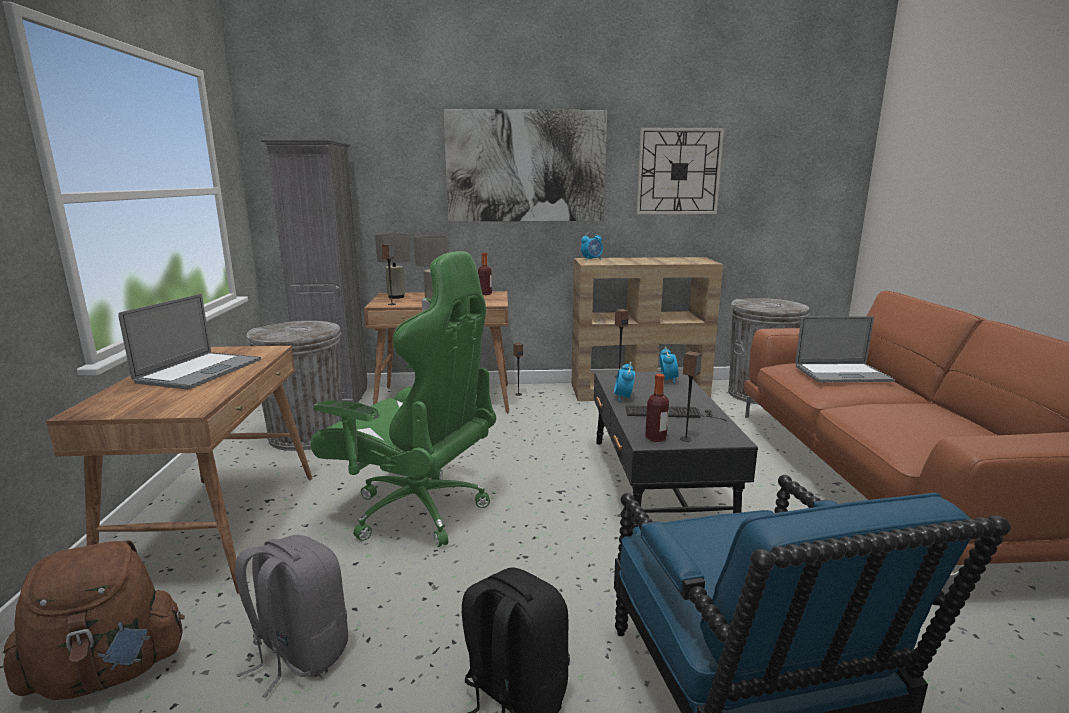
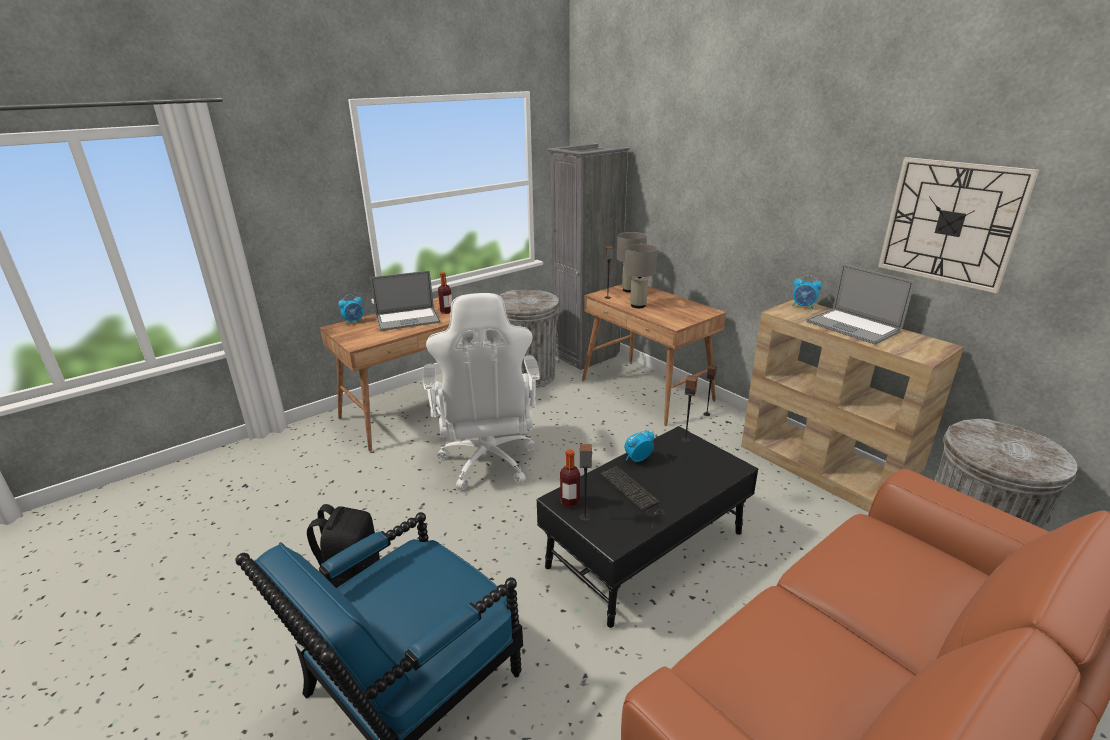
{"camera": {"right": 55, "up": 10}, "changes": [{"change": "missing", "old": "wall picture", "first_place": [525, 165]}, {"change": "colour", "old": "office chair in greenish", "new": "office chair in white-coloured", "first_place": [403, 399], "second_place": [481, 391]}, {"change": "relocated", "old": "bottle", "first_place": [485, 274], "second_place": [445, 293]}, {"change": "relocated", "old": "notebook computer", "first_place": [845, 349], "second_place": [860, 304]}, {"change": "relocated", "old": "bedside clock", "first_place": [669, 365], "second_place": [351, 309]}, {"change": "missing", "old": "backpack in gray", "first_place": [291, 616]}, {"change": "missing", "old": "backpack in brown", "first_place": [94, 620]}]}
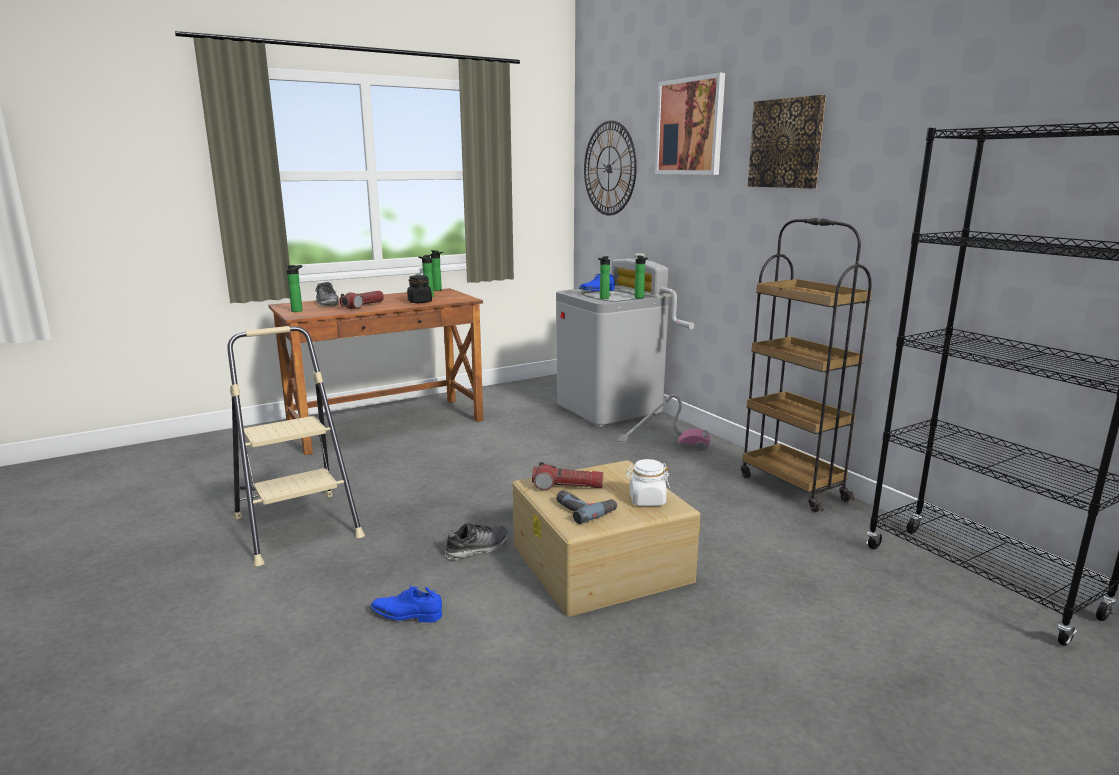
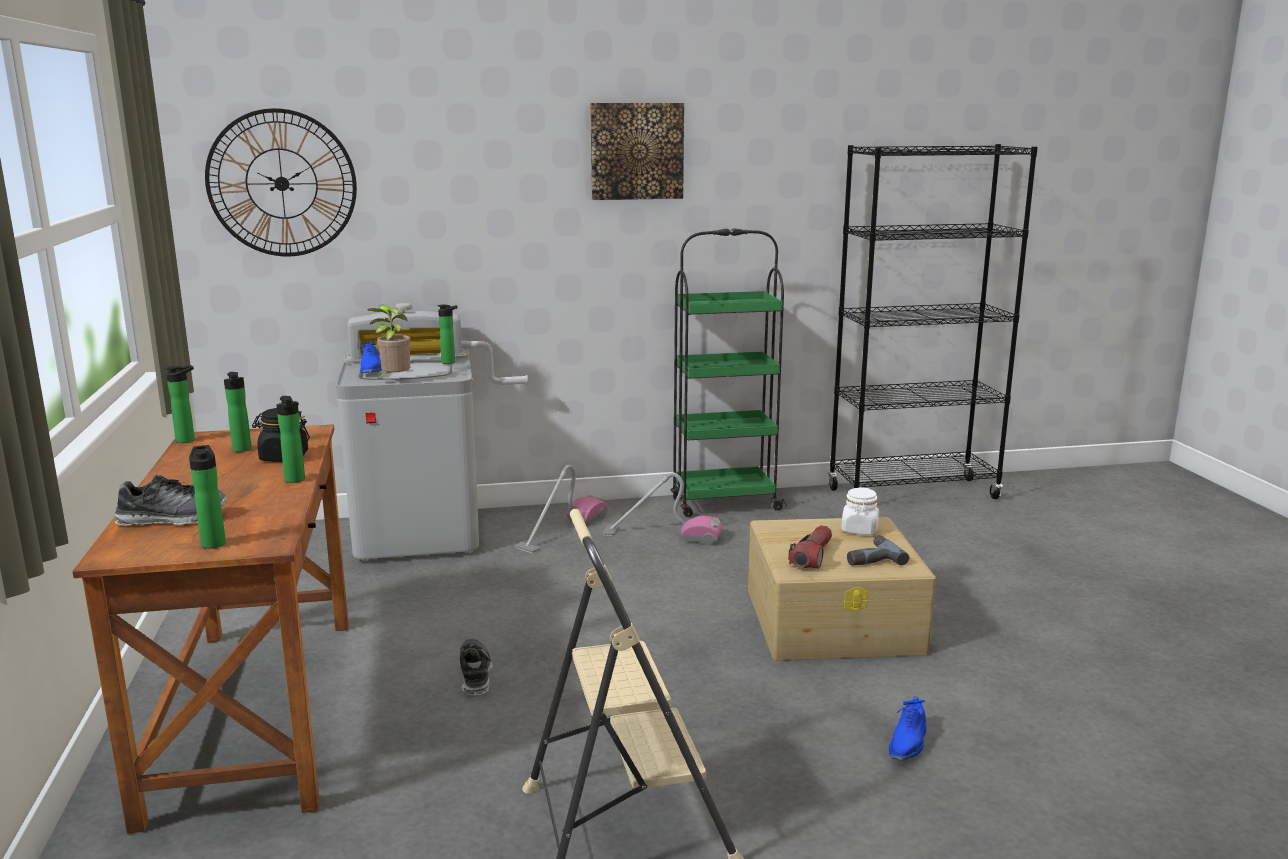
{"camera": {"right": -70, "up": 0}, "changes": [{"change": "missing", "old": "wall picture", "first_place": [690, 124]}, {"change": "colour", "old": "cart in brown", "new": "cart in greenish", "first_place": [806, 365], "second_place": [729, 373]}, {"change": "relocated", "old": "bottle", "first_place": [604, 277], "second_place": [290, 439]}, {"change": "missing", "old": "torch", "first_place": [362, 300]}, {"change": "relocated", "old": "low shoe", "first_place": [476, 541], "second_place": [476, 666]}, {"change": "appeared", "new": "potted plant", "second_place": [389, 342]}, {"change": "appeared", "new": "vacuum", "second_place": [662, 508]}]}
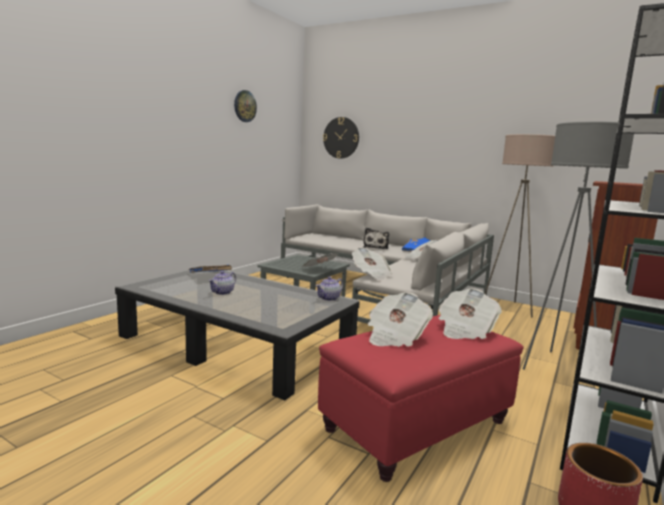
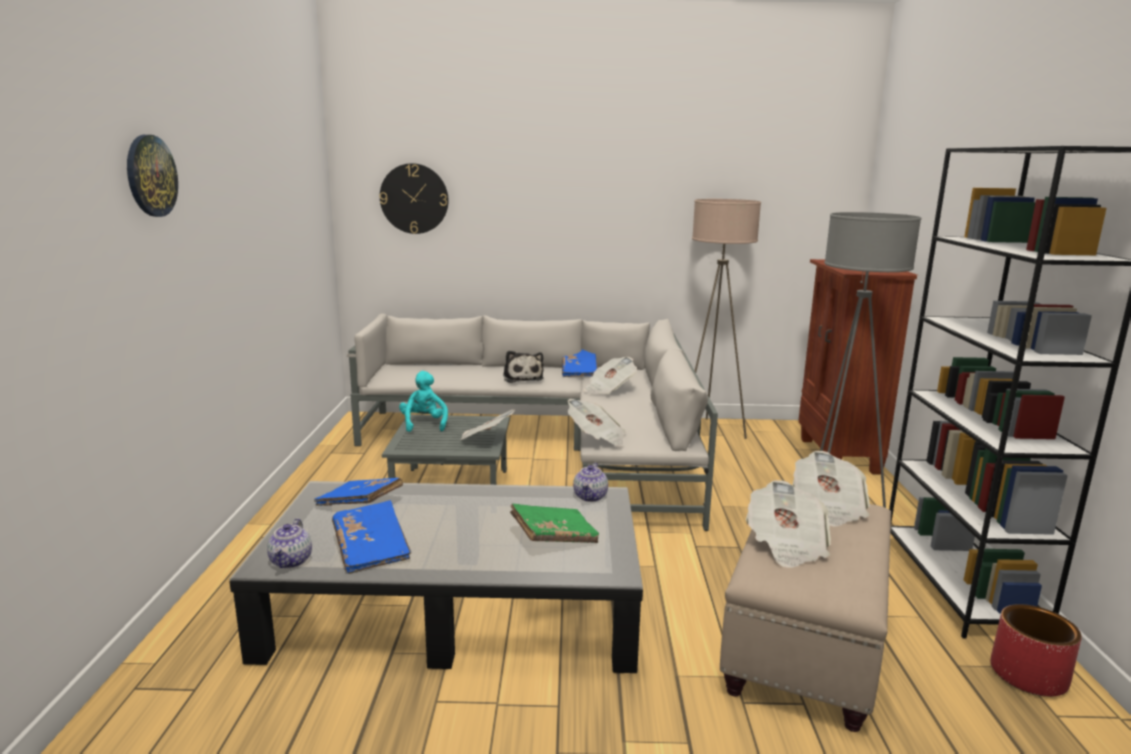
{"camera": {"right": -30, "up": 5}, "changes": [{"change": "relocated", "old": "hanging clock", "first_place": [245, 106], "second_place": [152, 176]}, {"change": "relocated", "old": "pot for tea", "first_place": [222, 283], "second_place": [289, 543]}, {"change": "colour", "old": "footrest in reddish", "new": "footrest in beige", "first_place": [421, 398], "second_place": [805, 618]}, {"change": "appeared", "new": "soft toy in blue-green", "second_place": [423, 401]}, {"change": "appeared", "new": "bound book in blue-coloured", "second_place": [371, 537]}, {"change": "appeared", "new": "bound book in greenish", "second_place": [554, 523]}]}
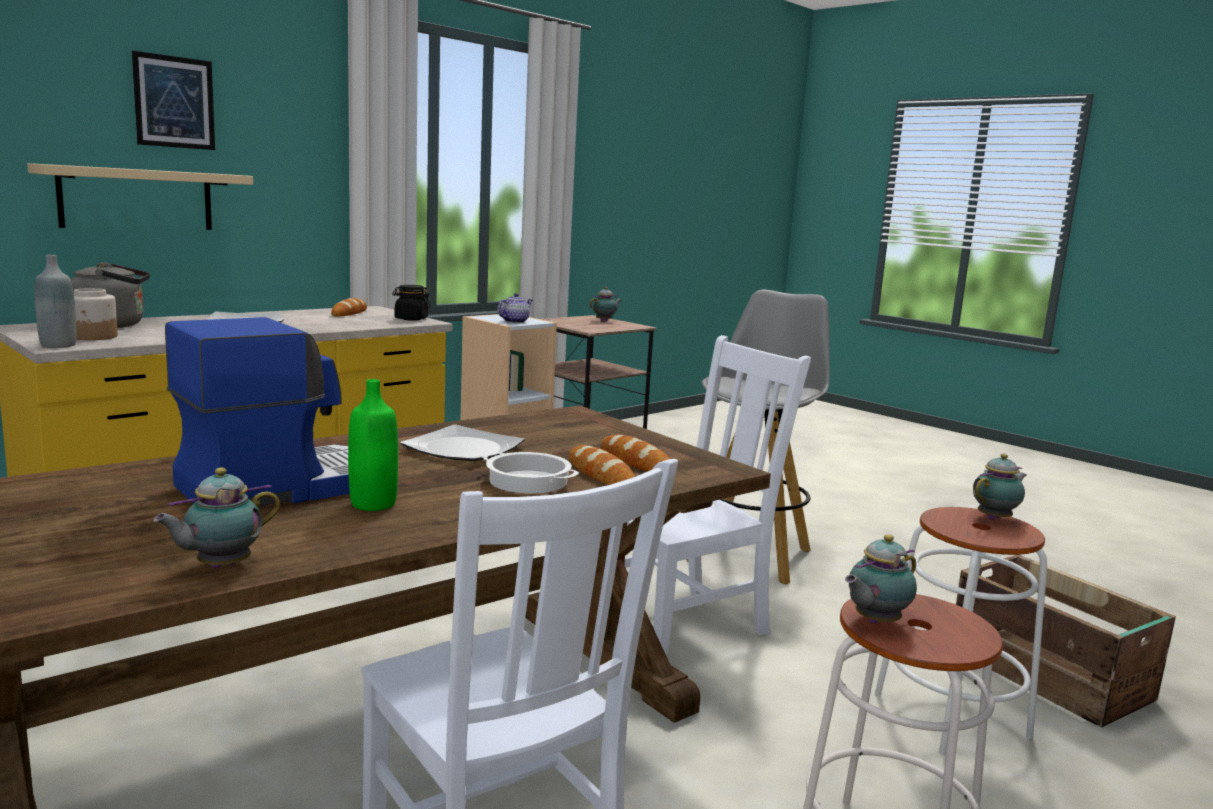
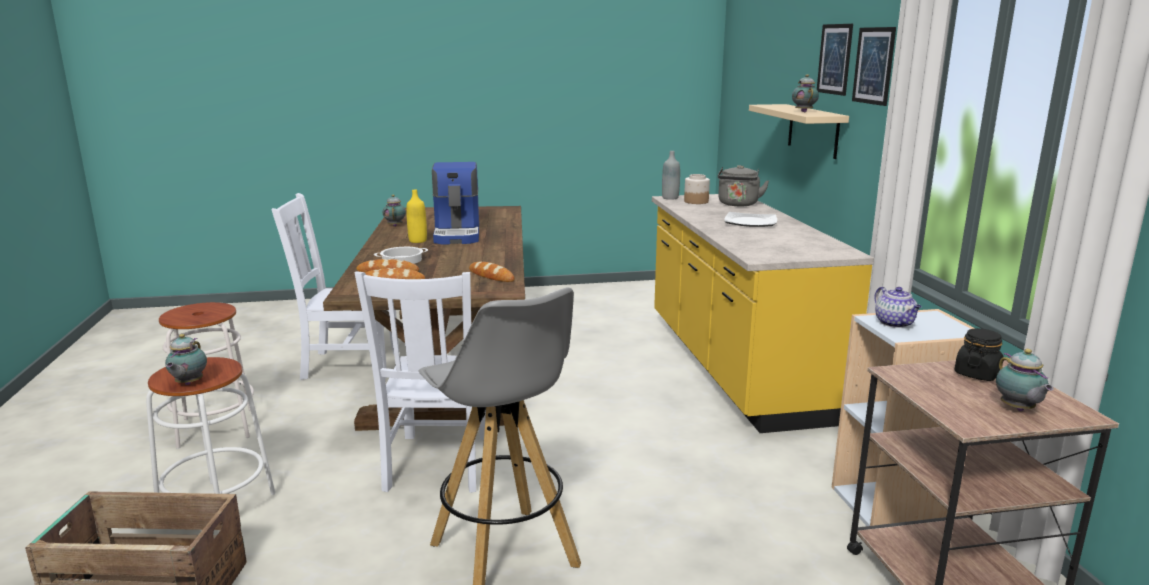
{"camera": {"right": 125, "up": 5}, "changes": [{"change": "relocated", "old": "jar in blackish", "first_place": [411, 303], "second_place": [978, 354]}, {"change": "relocated", "old": "baked bread", "first_place": [349, 307], "second_place": [492, 271]}, {"change": "colour", "old": "bottle in greenish", "new": "bottle in yellow-coloured", "first_place": [373, 445], "second_place": [416, 216]}, {"change": "missing", "old": "dinner plate", "first_place": [462, 443]}, {"change": "relocated", "old": "pot for tea", "first_place": [881, 578], "second_place": [805, 93]}, {"change": "appeared", "new": "wall picture", "second_place": [874, 66]}]}
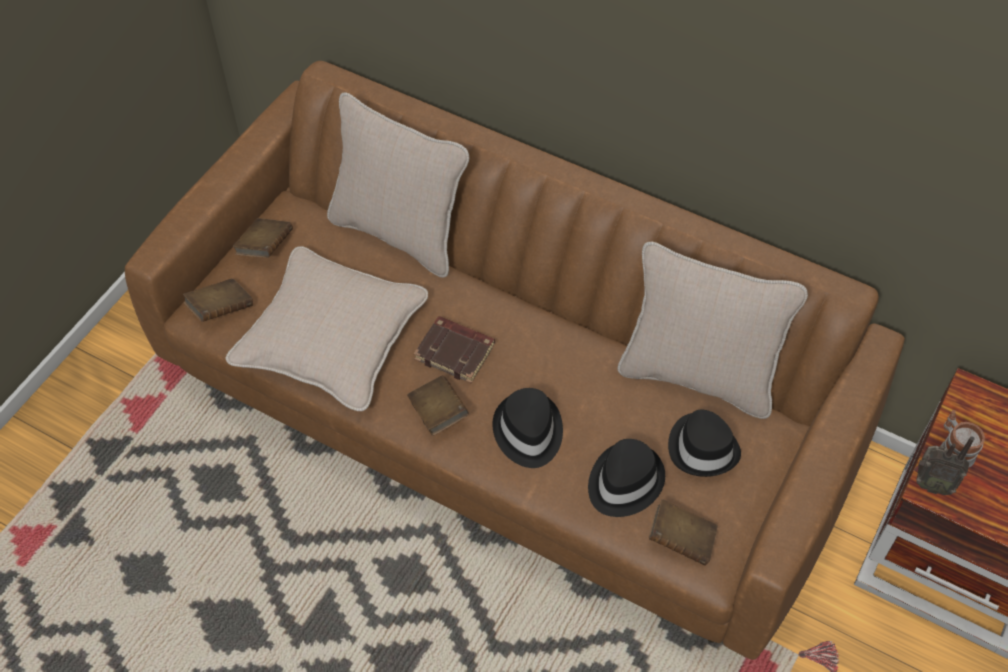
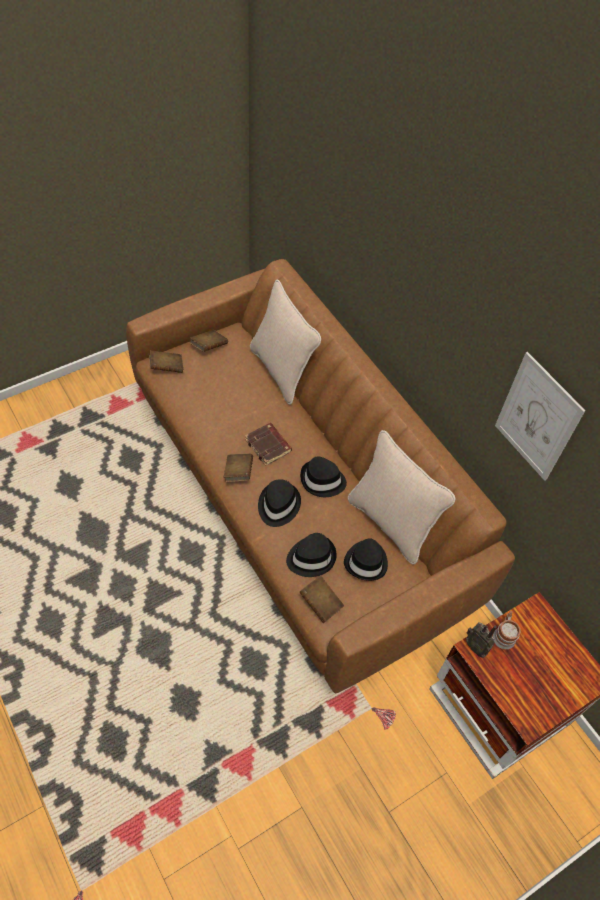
{"camera": {"right": 25, "up": 0}, "changes": [{"change": "missing", "old": "cushion in beige", "first_place": [326, 328]}, {"change": "appeared", "new": "wall picture", "second_place": [540, 416]}, {"change": "appeared", "new": "hat in blackish", "second_place": [323, 477]}]}
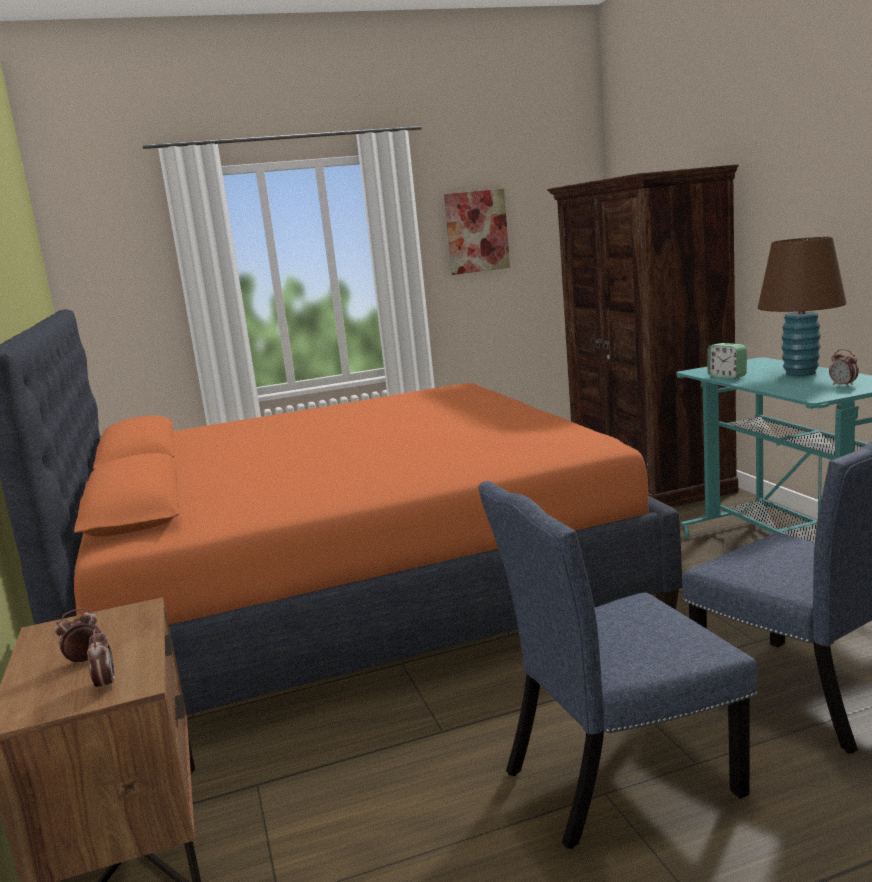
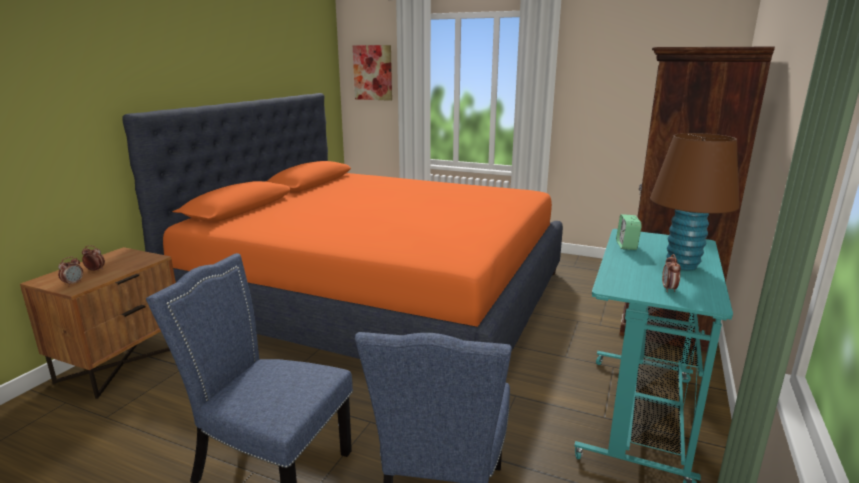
{"camera": {"right": 40, "up": 5}, "changes": [{"change": "relocated", "old": "wall picture", "first_place": [477, 232], "second_place": [372, 73]}]}
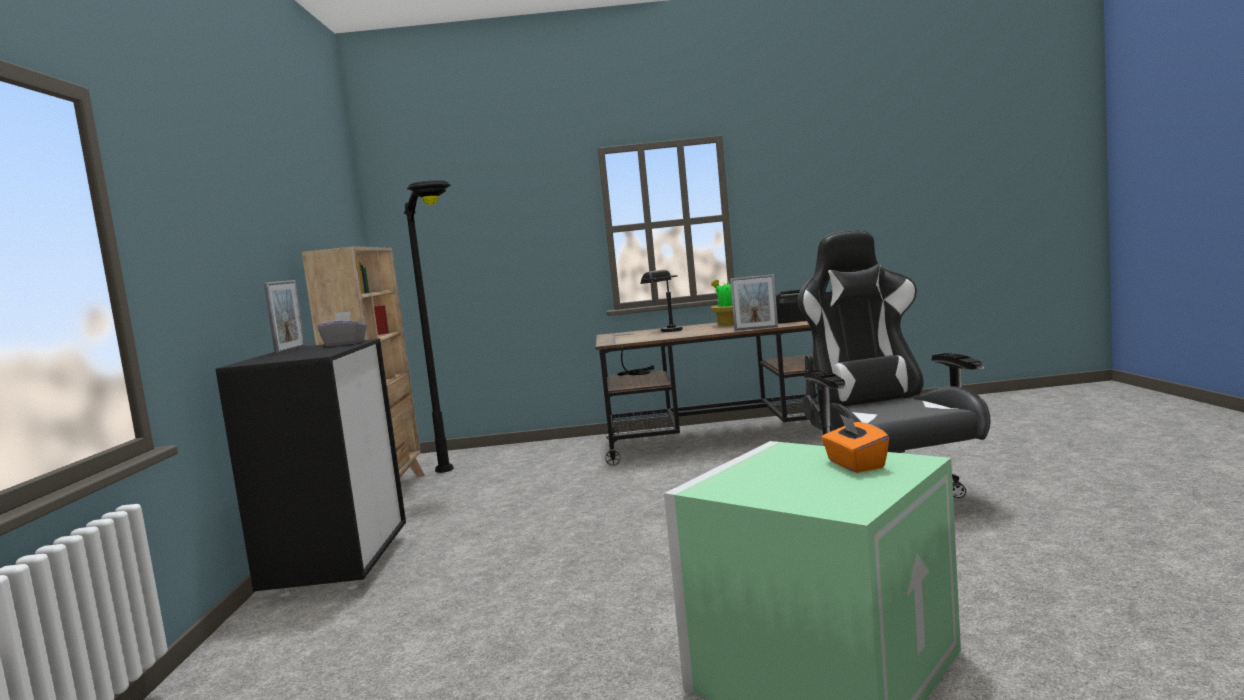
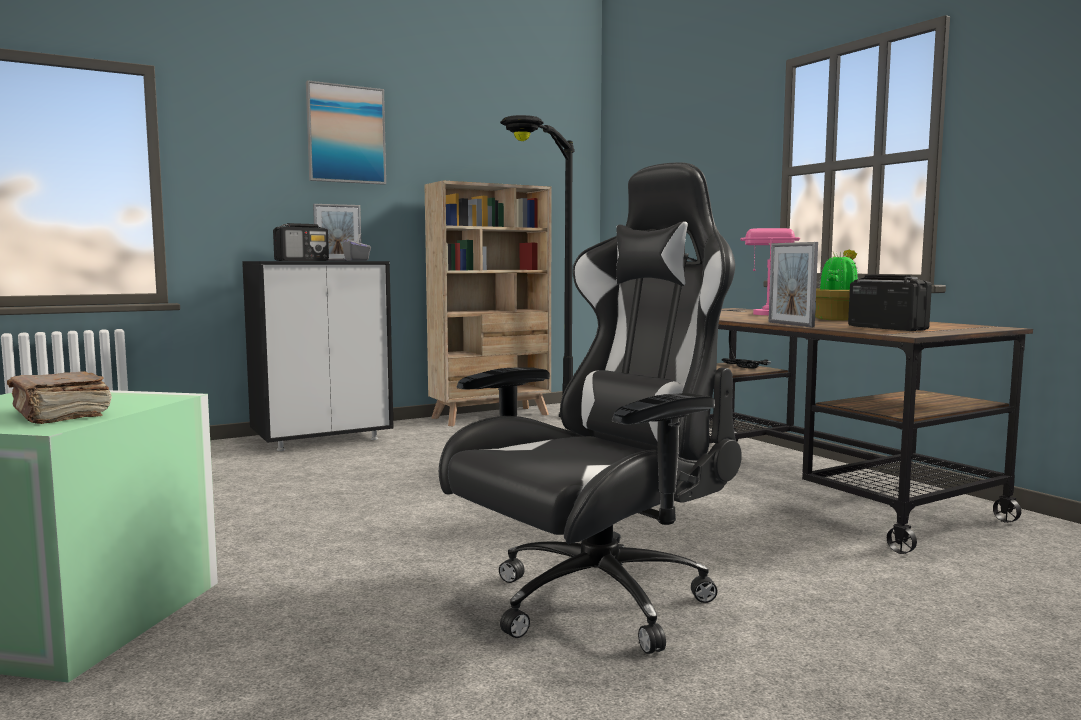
{"camera": {"right": 60, "up": 0}, "changes": [{"change": "colour", "old": "lamp for a table in blackish", "new": "lamp for a table in pink", "first_place": [662, 301], "second_place": [770, 271]}, {"change": "exchanged", "old": "tissue holder in orangey", "new": "bound book in brown", "first_place": [855, 443], "second_place": [59, 397]}, {"change": "appeared", "new": "wall picture", "second_place": [346, 132]}, {"change": "appeared", "new": "radio", "second_place": [301, 242]}]}
